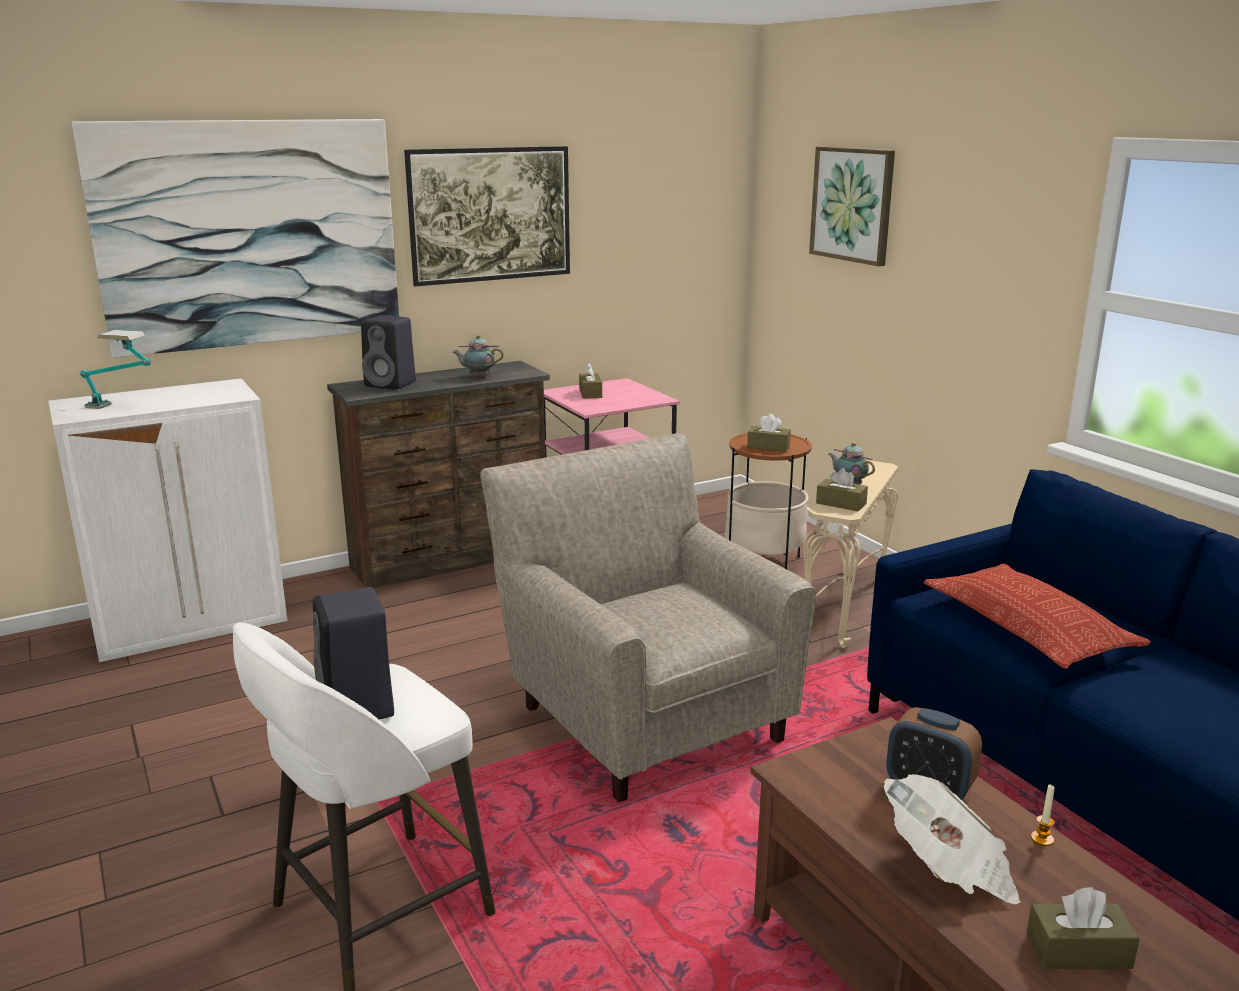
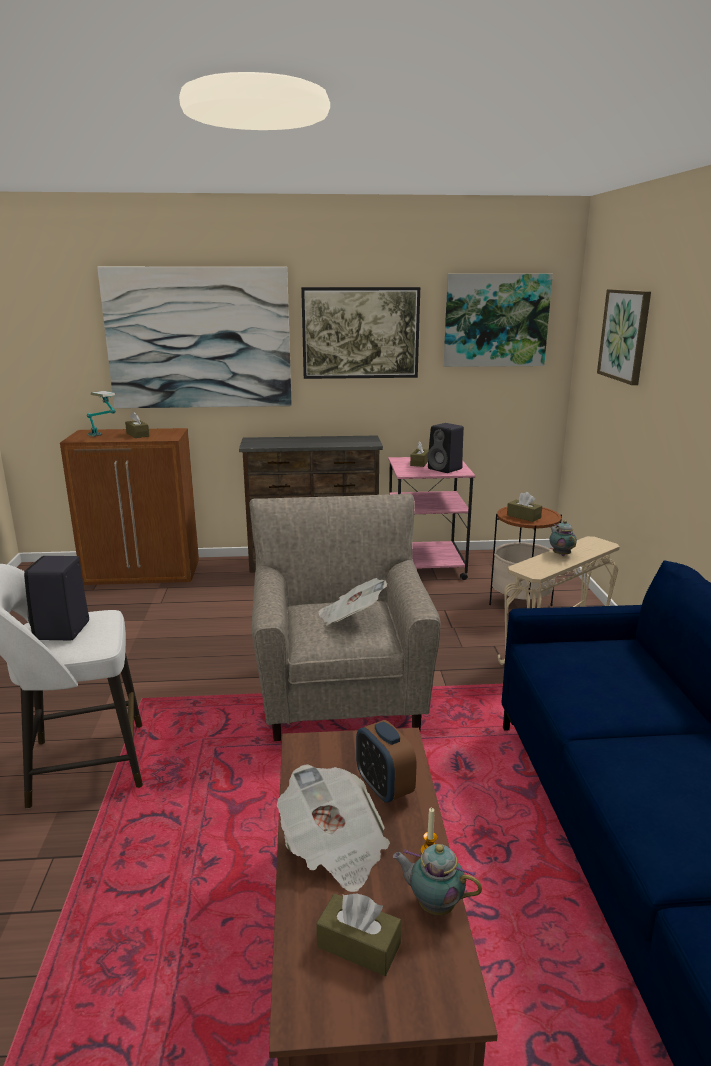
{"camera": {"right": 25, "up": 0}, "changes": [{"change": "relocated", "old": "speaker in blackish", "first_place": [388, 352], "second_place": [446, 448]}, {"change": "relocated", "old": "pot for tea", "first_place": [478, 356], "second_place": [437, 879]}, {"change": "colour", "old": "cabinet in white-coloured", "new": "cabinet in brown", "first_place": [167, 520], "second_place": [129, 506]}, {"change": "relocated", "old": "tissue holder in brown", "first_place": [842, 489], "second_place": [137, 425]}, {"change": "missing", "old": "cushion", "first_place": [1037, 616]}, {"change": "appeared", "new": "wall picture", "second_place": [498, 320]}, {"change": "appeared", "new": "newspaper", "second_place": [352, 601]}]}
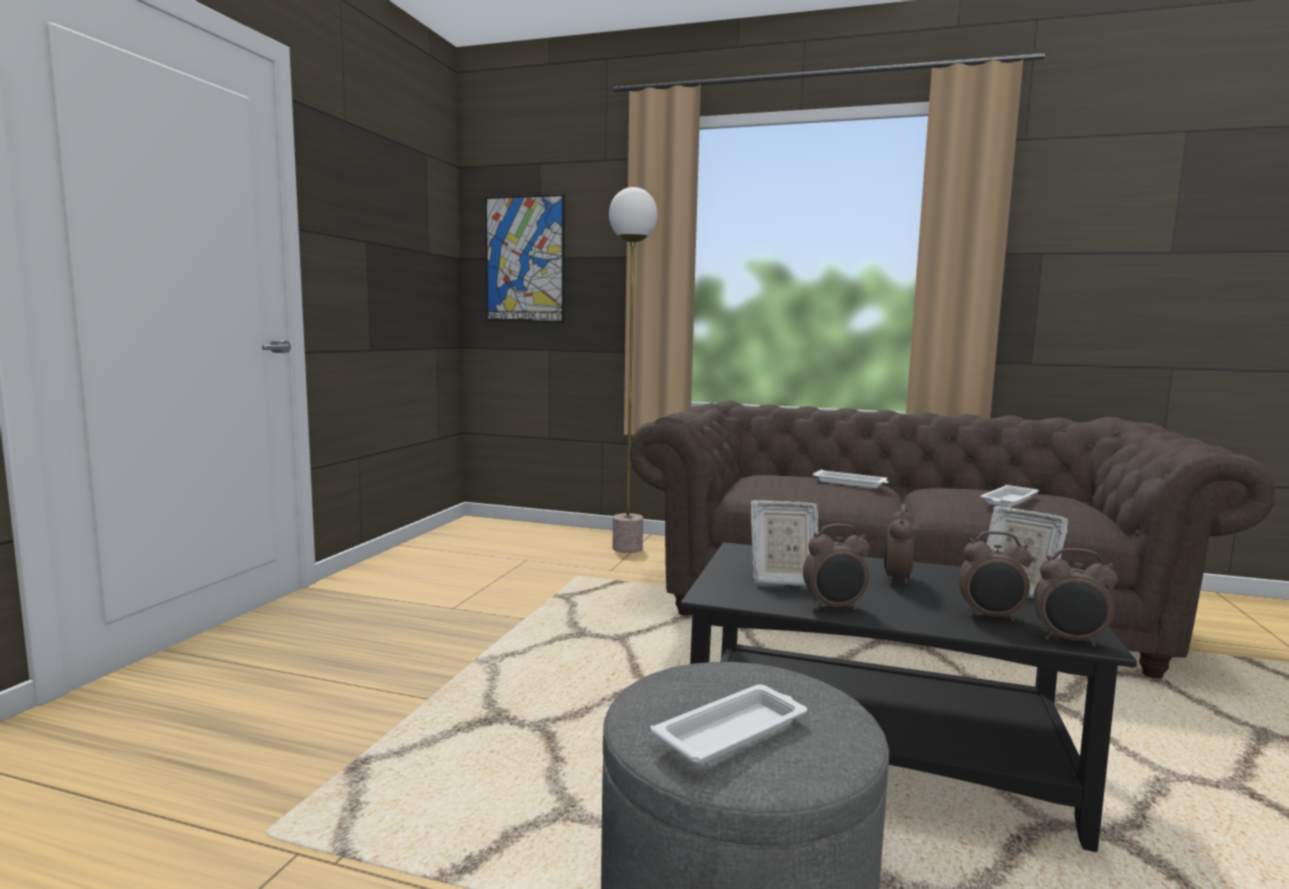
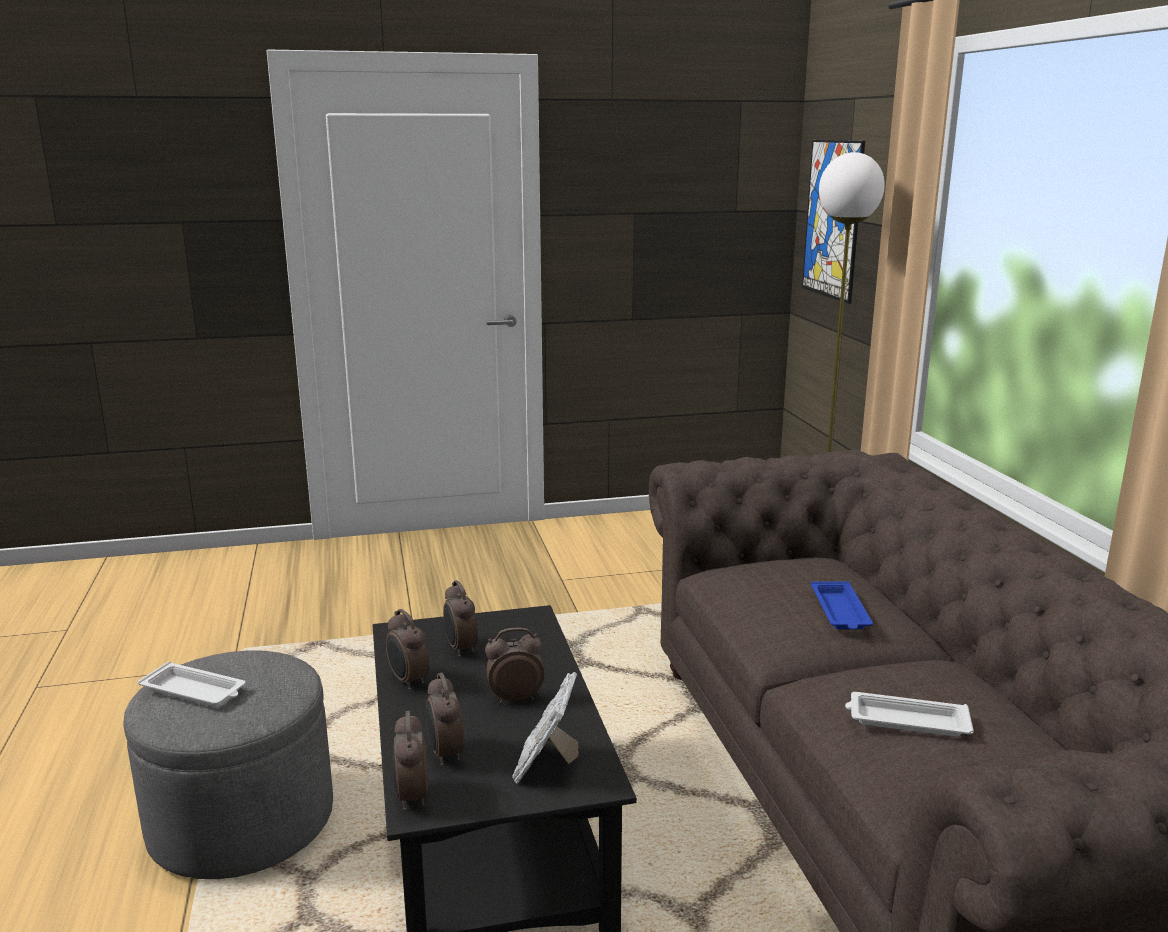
{"camera": {"right": 60, "up": 10}, "changes": [{"change": "colour", "old": "carrying tray in white-coloured", "new": "carrying tray in blue-coloured", "first_place": [850, 478], "second_place": [842, 605]}, {"change": "exchanged", "old": "photo frame", "new": "bedside clock", "first_place": [784, 543], "second_place": [460, 618]}]}
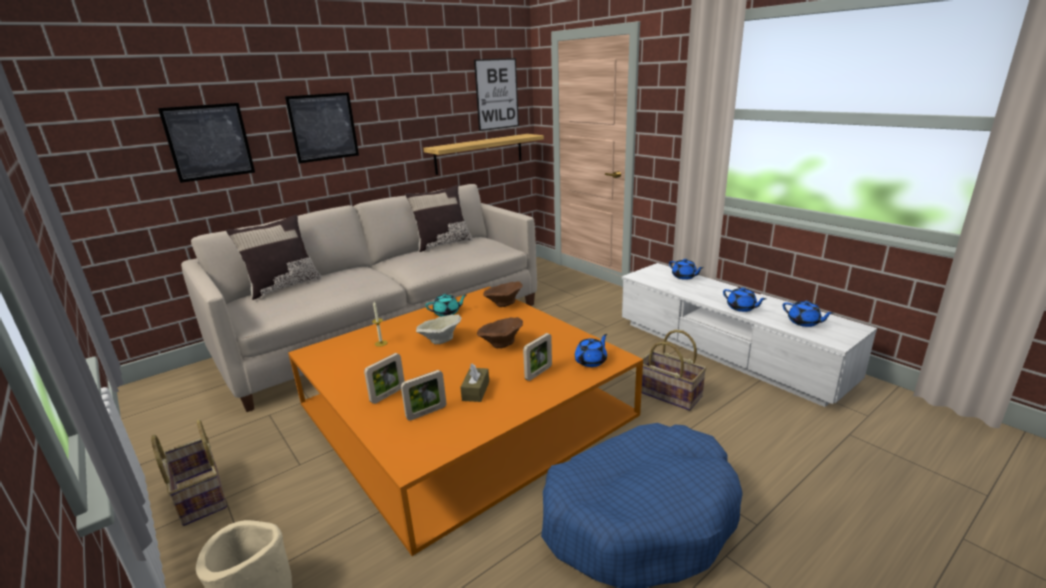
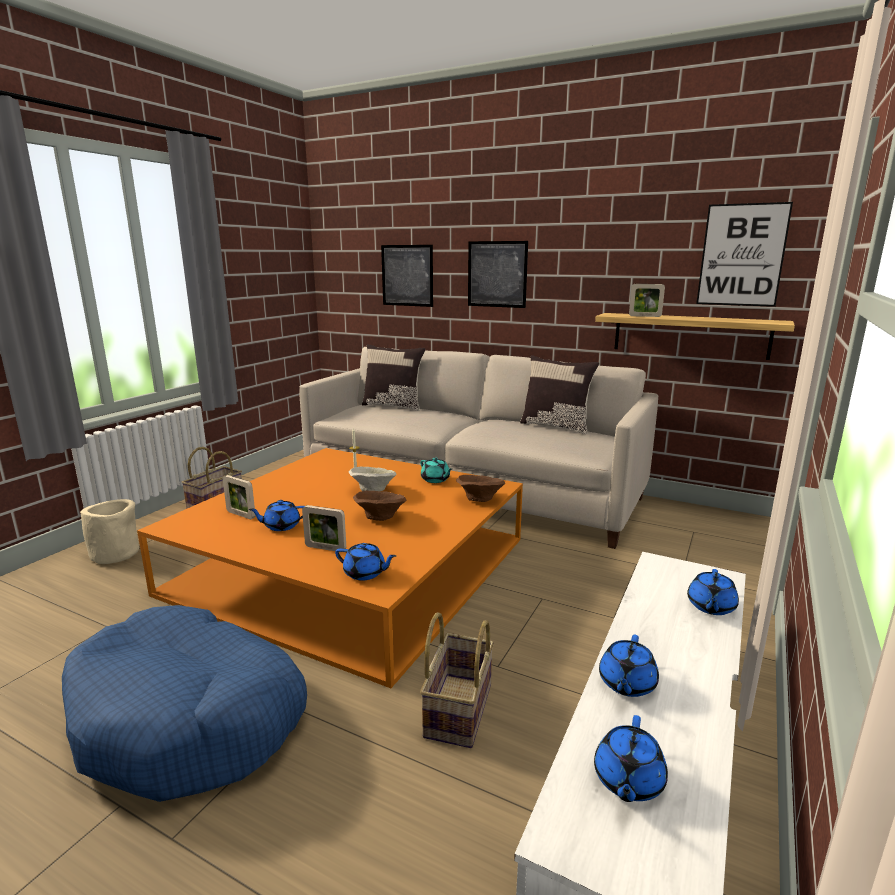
{"camera": {"right": 65, "up": -5}, "changes": [{"change": "relocated", "old": "photo frame", "first_place": [384, 378], "second_place": [647, 300]}, {"change": "exchanged", "old": "tissue holder in brown", "new": "pot for tea in blue-coloured", "first_place": [474, 383], "second_place": [277, 515]}]}
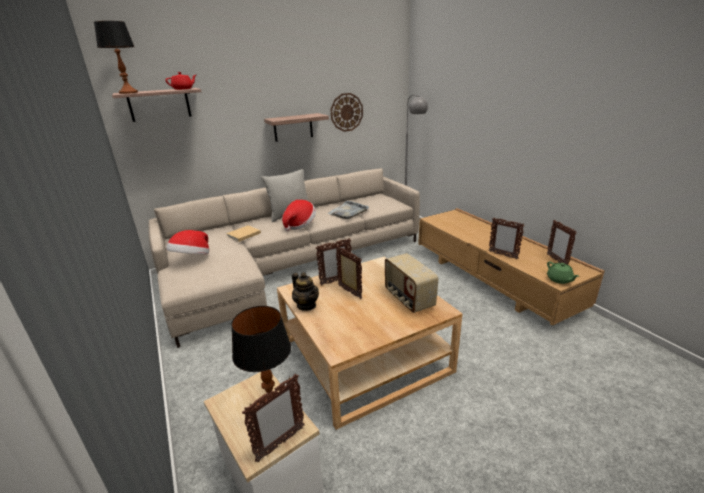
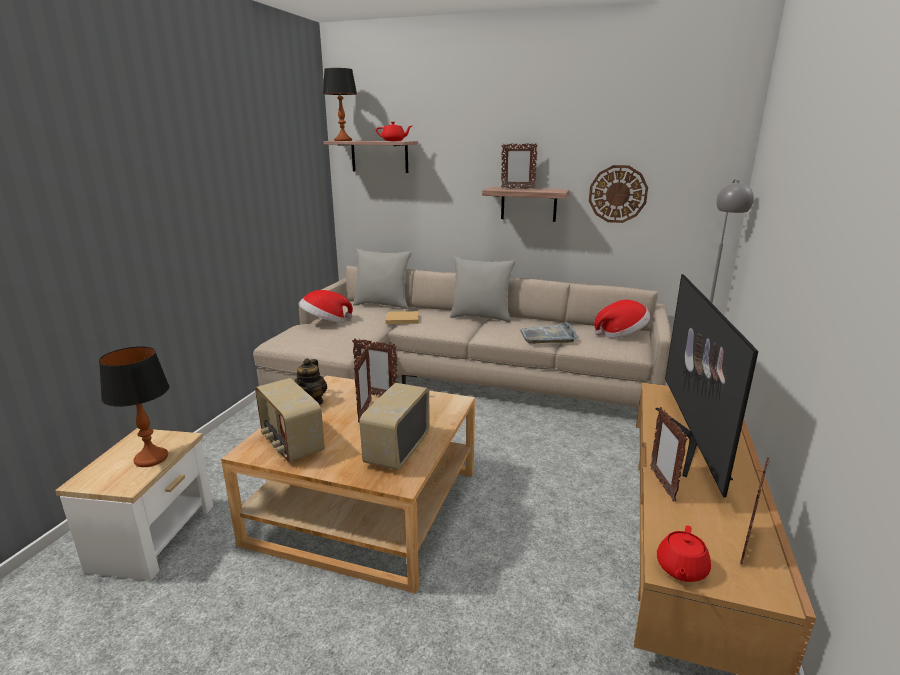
{"camera": {"right": 45, "up": -5}, "changes": [{"change": "relocated", "old": "hat", "first_place": [299, 215], "second_place": [622, 319]}, {"change": "colour", "old": "pot for tea in greenish", "new": "pot for tea in reddish", "first_place": [563, 272], "second_place": [684, 553]}, {"change": "relocated", "old": "photo frame", "first_place": [273, 418], "second_place": [519, 166]}, {"change": "appeared", "new": "cushion in gray", "second_place": [382, 279]}, {"change": "appeared", "new": "TV", "second_place": [706, 385]}, {"change": "appeared", "new": "radio", "second_place": [290, 420]}]}
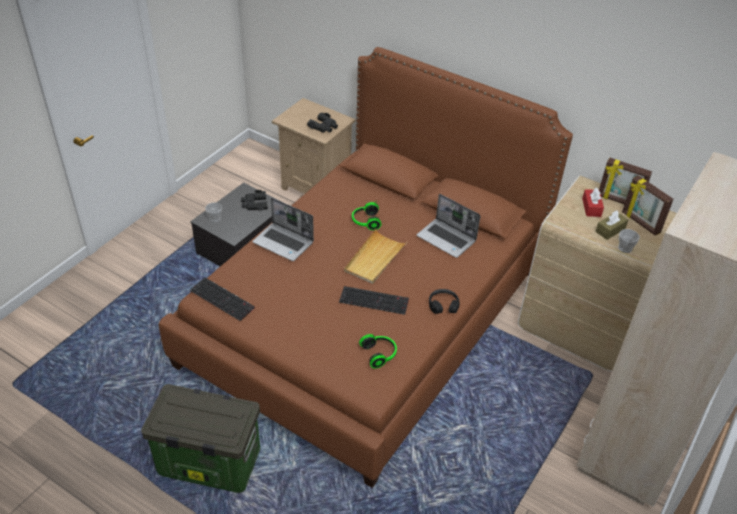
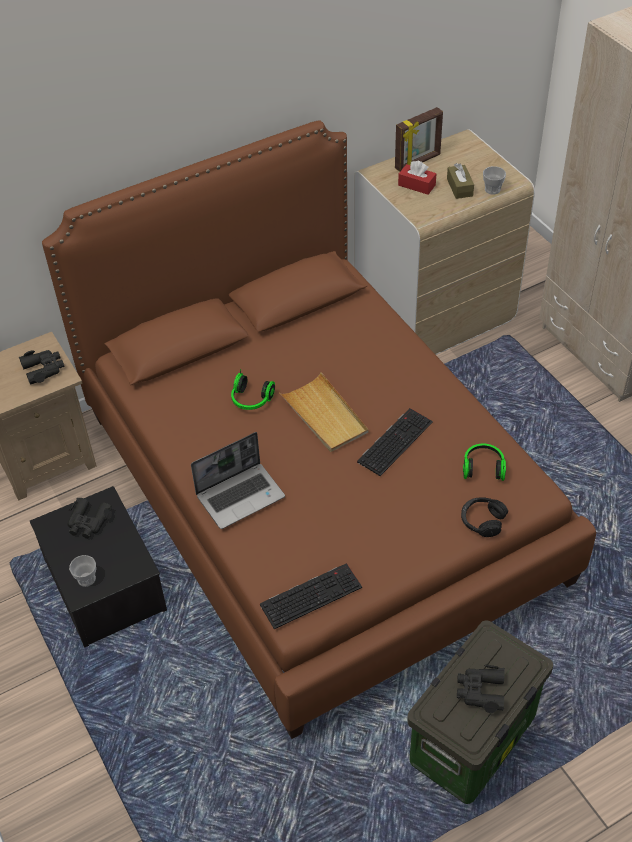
{"camera": {"right": -60, "up": 5}, "changes": [{"change": "missing", "old": "photo frame", "first_place": [647, 205]}, {"change": "missing", "old": "notebook computer", "first_place": [448, 226]}, {"change": "relocated", "old": "headset in blackish", "first_place": [444, 301], "second_place": [484, 517]}, {"change": "appeared", "new": "binoculars in blackish", "second_place": [481, 689]}]}
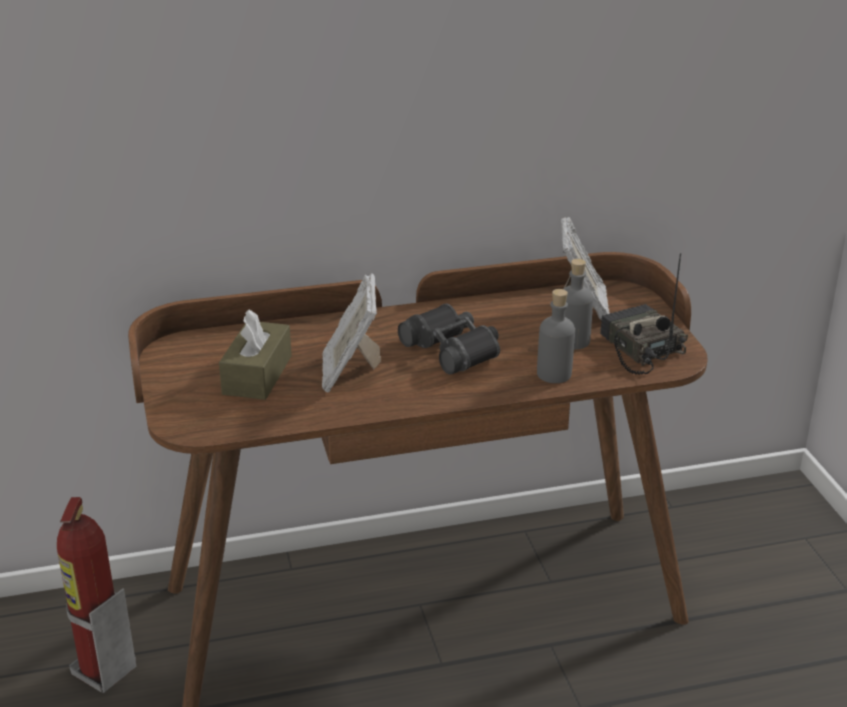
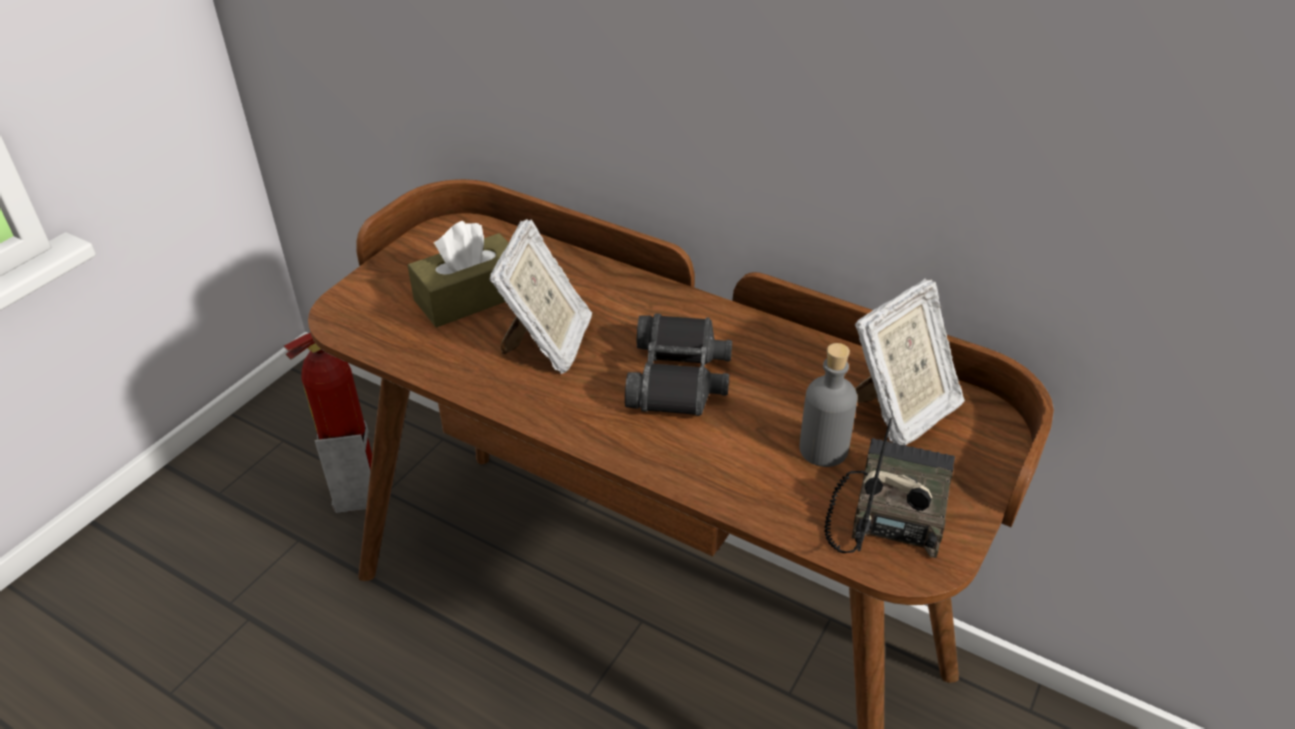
{"camera": {"right": 45, "up": 10}, "changes": [{"change": "spun", "old": "photo frame", "first_place": [351, 333], "second_place": [540, 296], "degrees": 150}, {"change": "missing", "old": "bottle in gray", "first_place": [556, 336]}]}
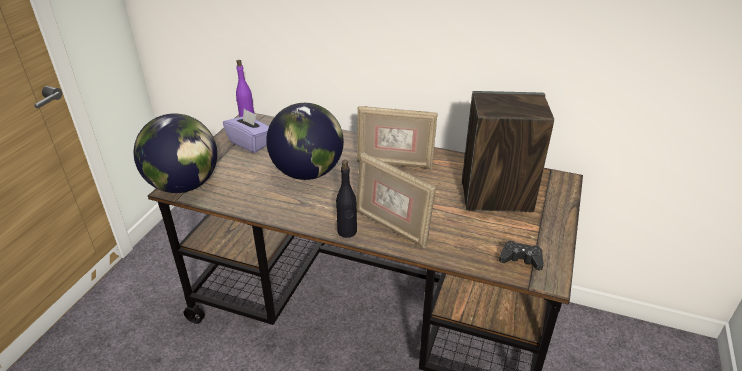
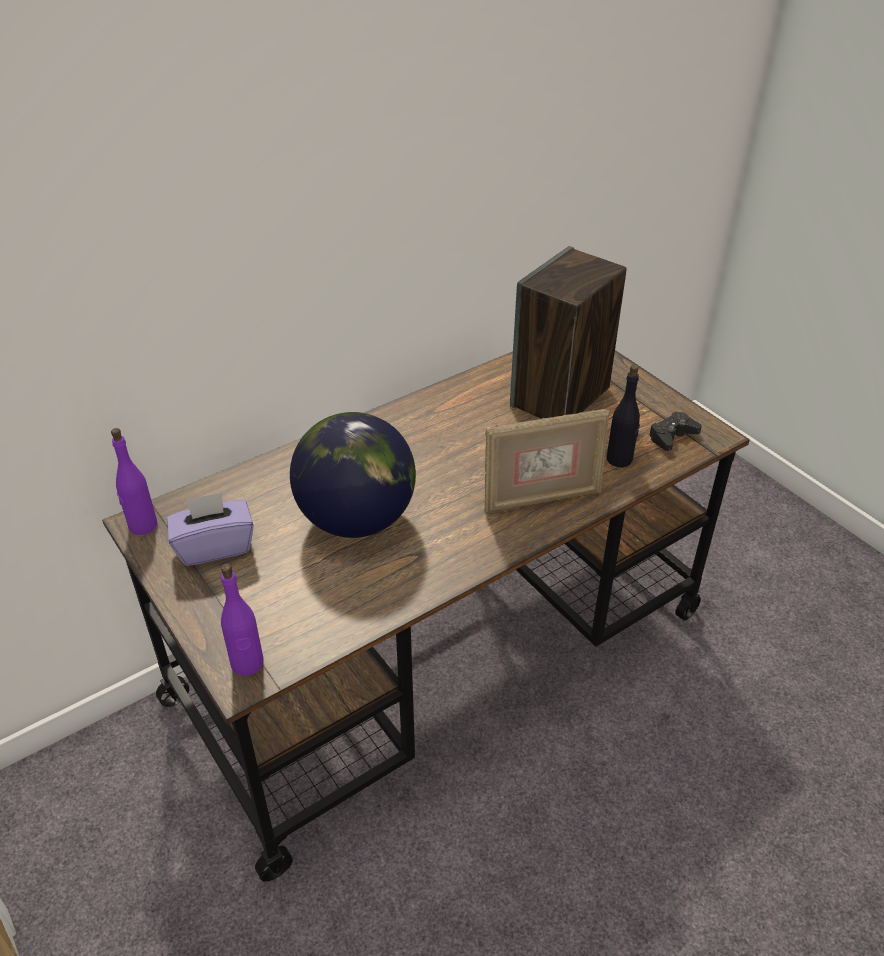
{"camera": {"right": -55, "up": 5}, "changes": [{"change": "missing", "old": "photo frame", "first_place": [397, 137]}, {"change": "exchanged", "old": "globe", "new": "bottle in purplish", "first_place": [175, 153], "second_place": [242, 619]}, {"change": "relocated", "old": "bottle in blackish", "first_place": [346, 199], "second_place": [623, 415]}]}
